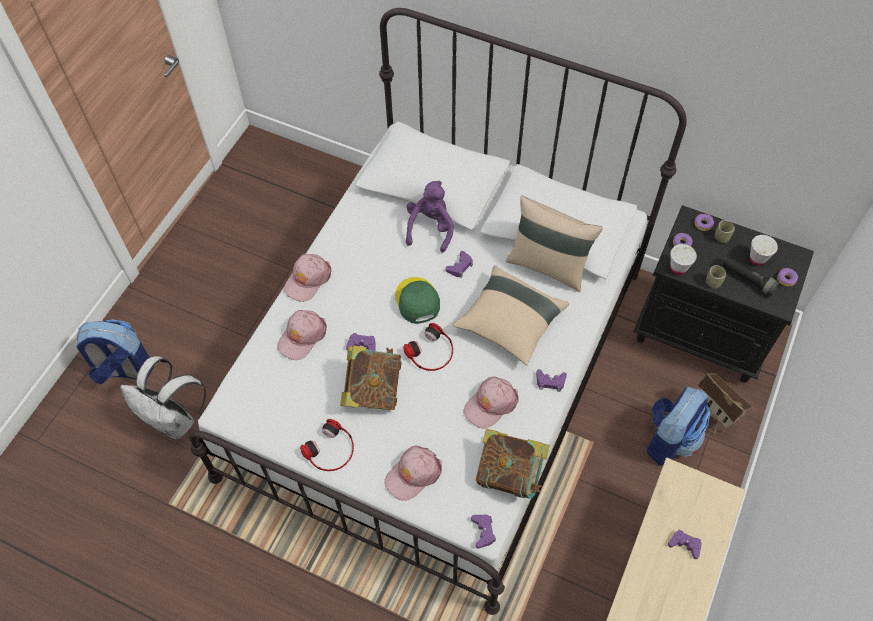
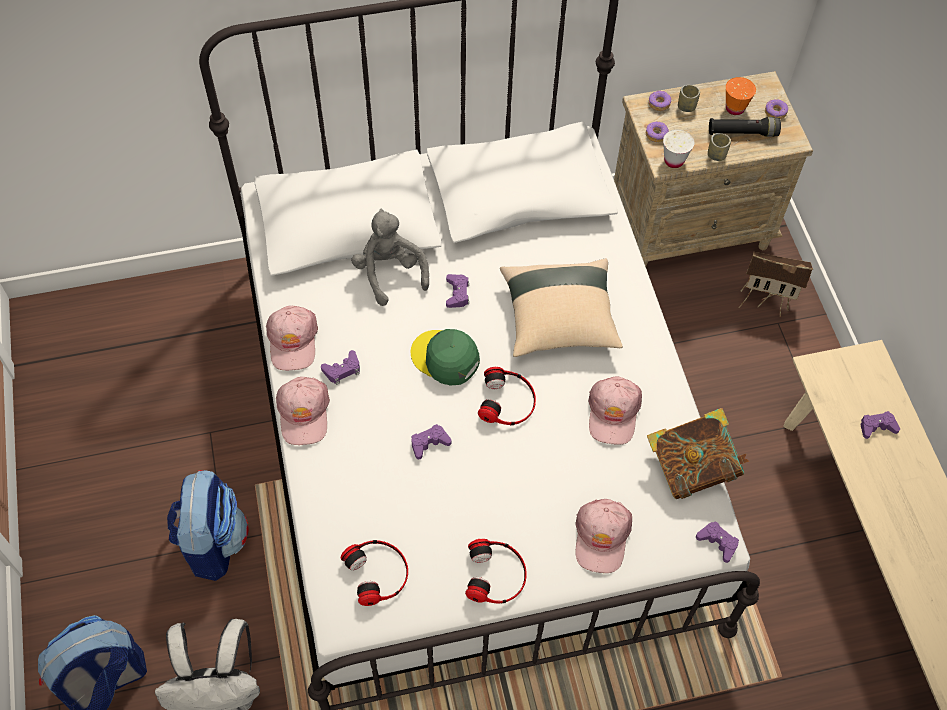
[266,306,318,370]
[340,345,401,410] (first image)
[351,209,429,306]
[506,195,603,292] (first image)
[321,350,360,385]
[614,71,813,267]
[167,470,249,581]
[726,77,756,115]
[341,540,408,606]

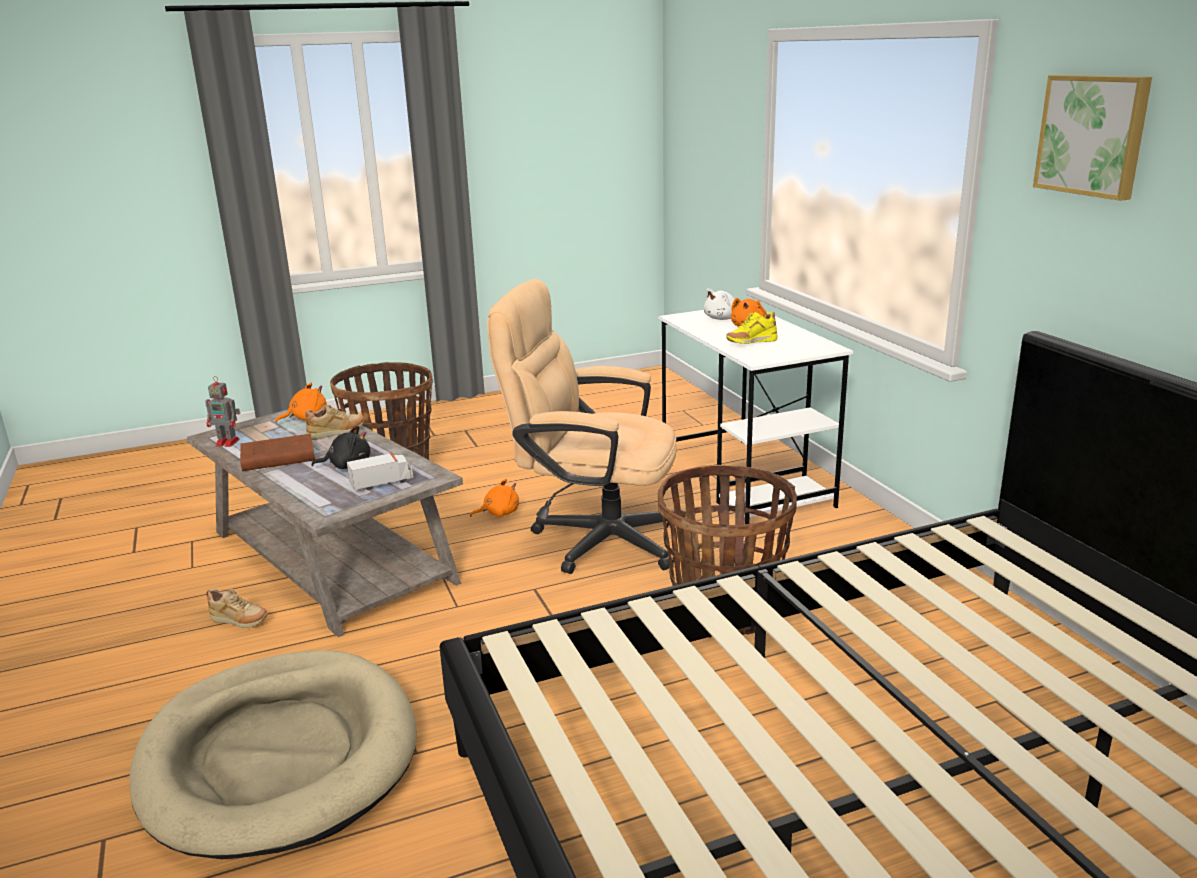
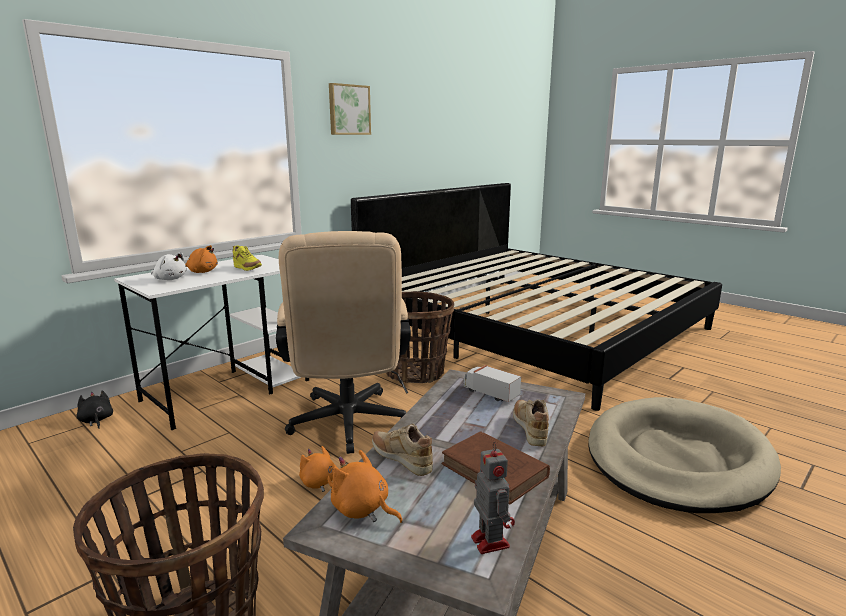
[513,399,549,446]
[77,390,113,429]

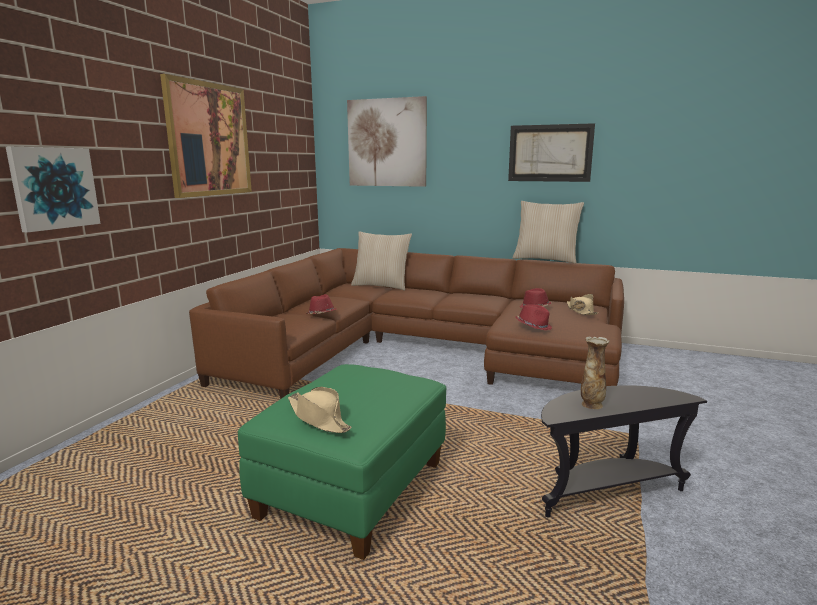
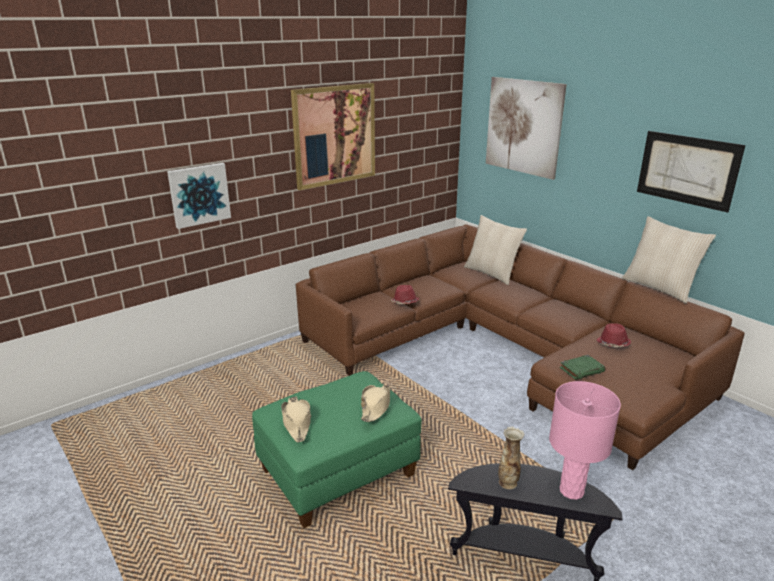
[560,355,606,380]
[361,385,390,422]
[549,381,621,500]

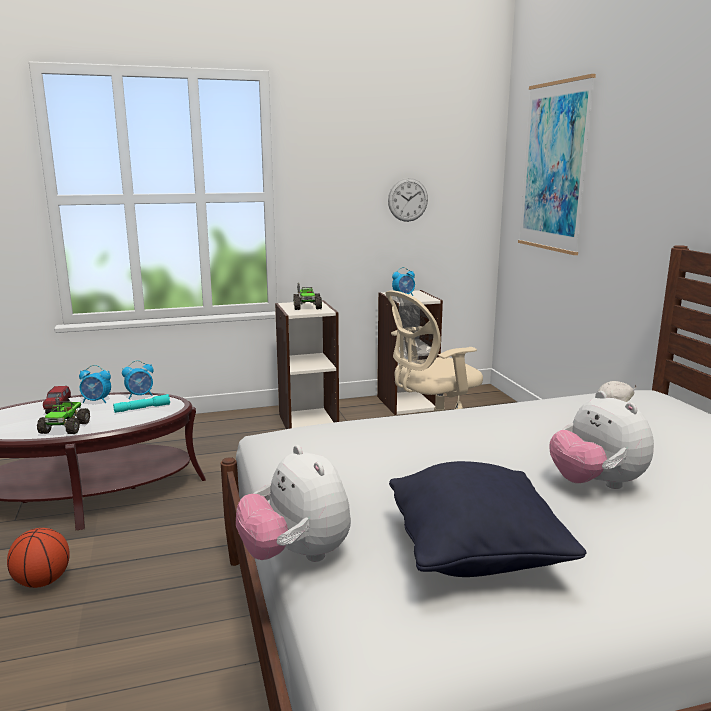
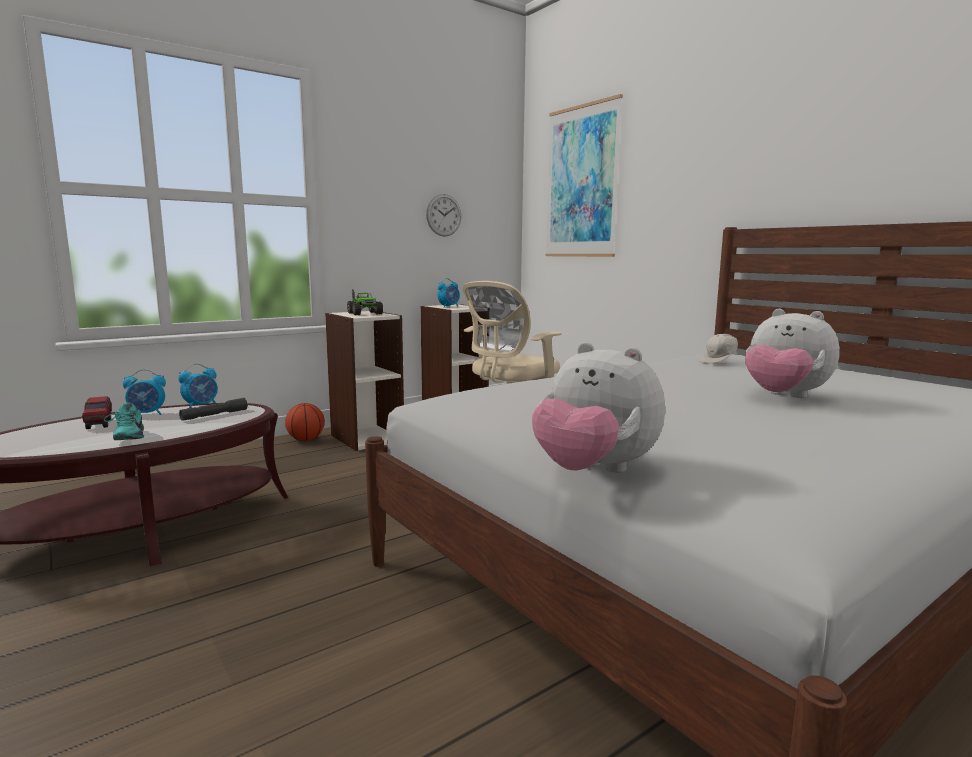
[285,403,325,441]
[104,403,144,440]
[179,398,248,421]
[389,461,586,577] (first image)

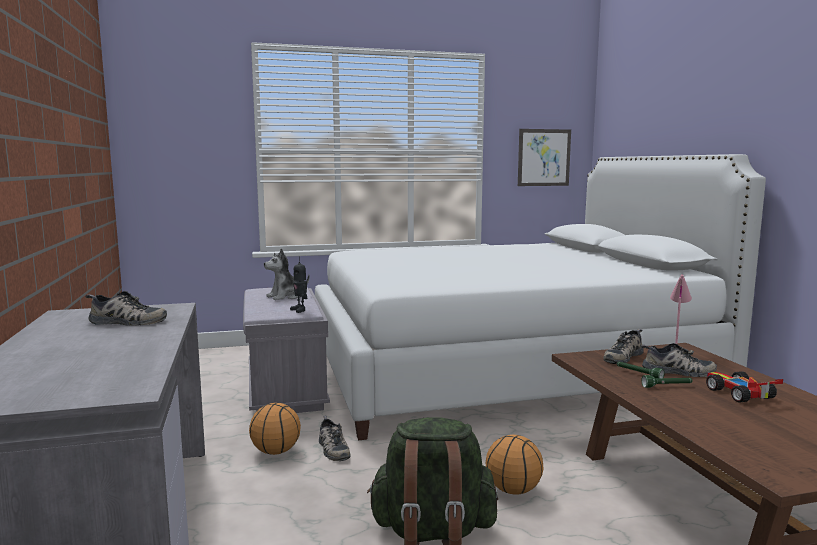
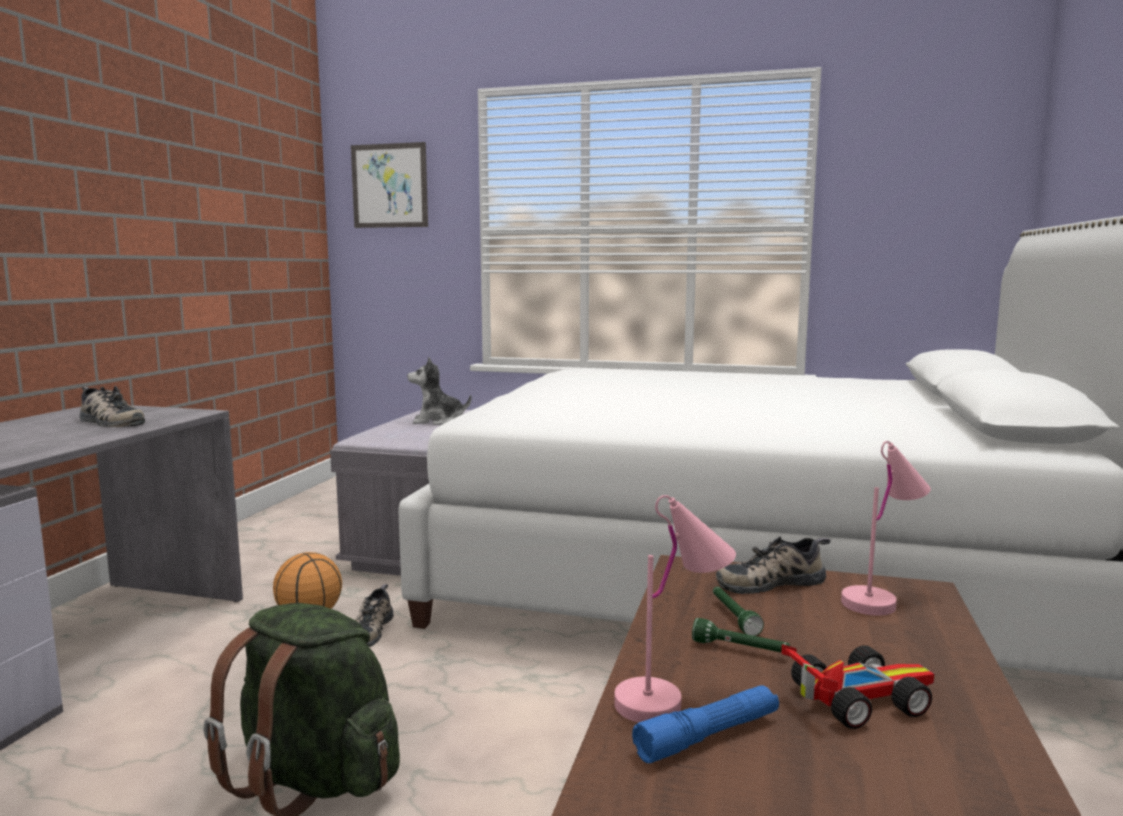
[290,260,307,313] (first image)
[486,435,544,495] (first image)
[351,142,428,228]
[641,343,717,377] (first image)
[781,644,934,729]
[614,495,736,723]
[632,685,779,763]

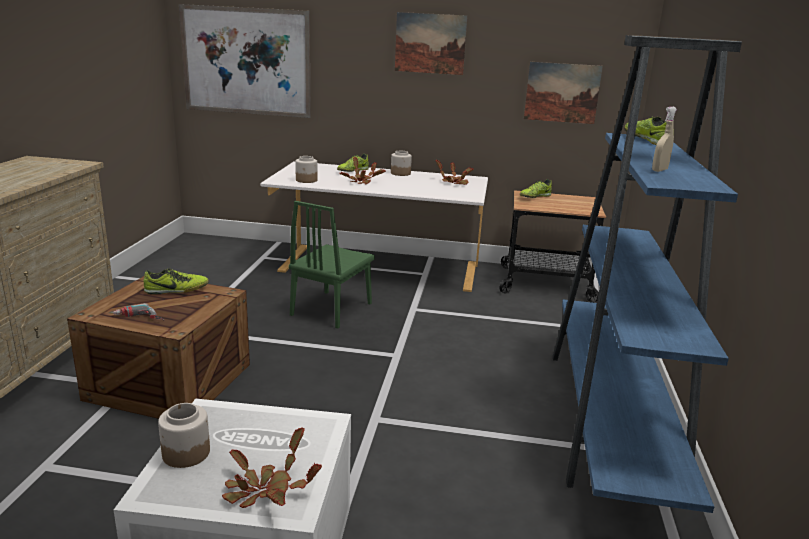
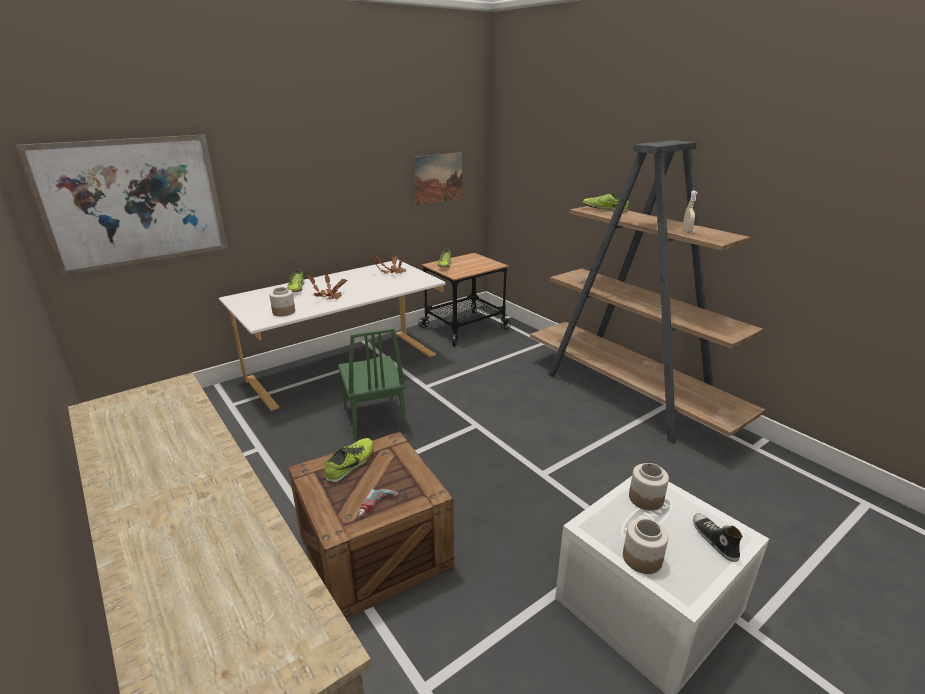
[693,513,743,562]
[629,463,669,511]
[395,12,468,75] (first image)
[530,140,765,444]

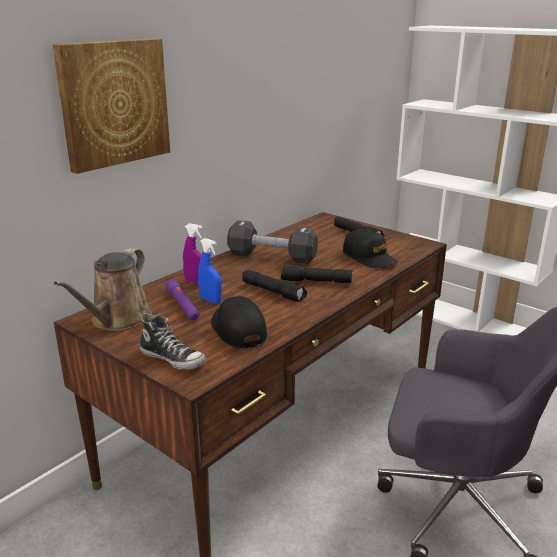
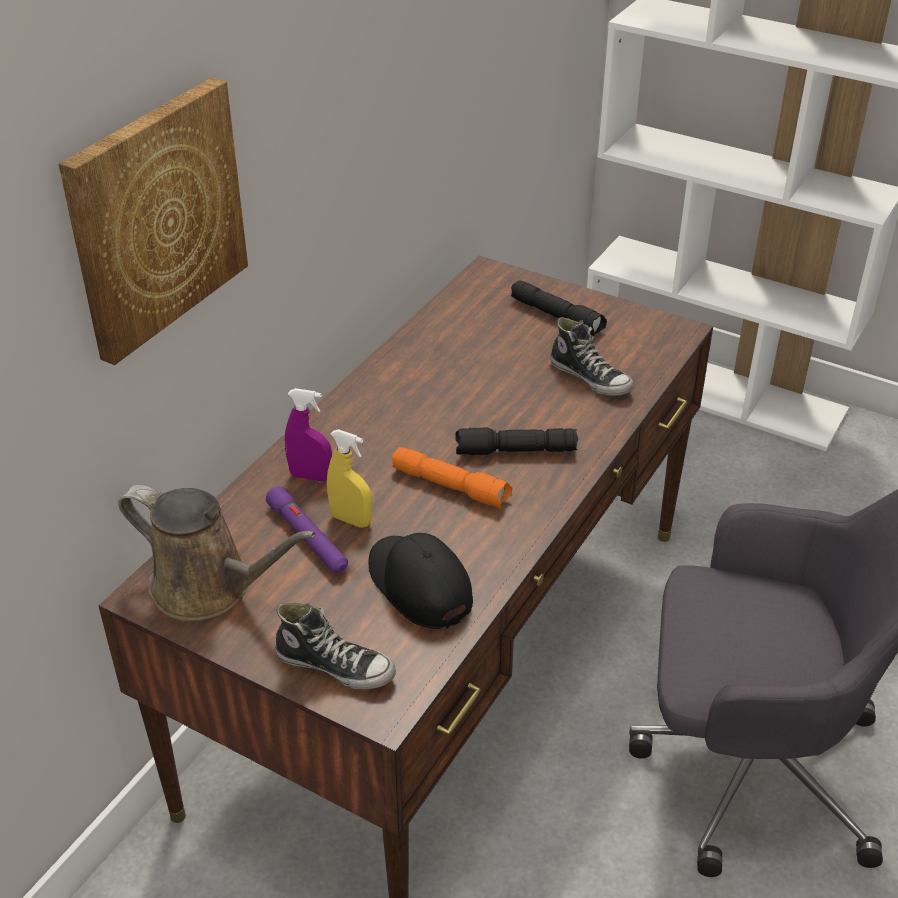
[118,485,316,621]
[327,429,372,528]
[227,220,318,264] (first image)
[392,447,512,509]
[550,317,634,396]

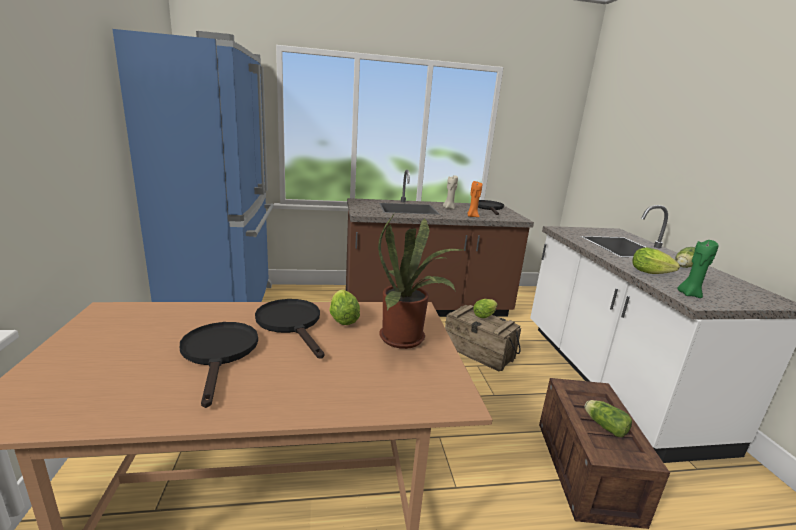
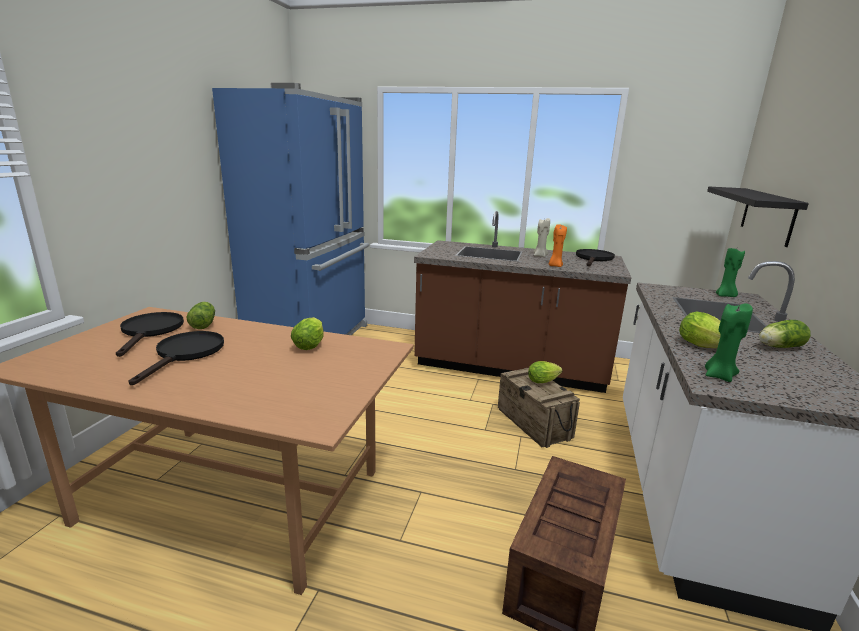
[116,312,184,357]
[378,213,463,349] (first image)
[186,302,215,329]
[707,187,809,247]
[716,246,745,297]

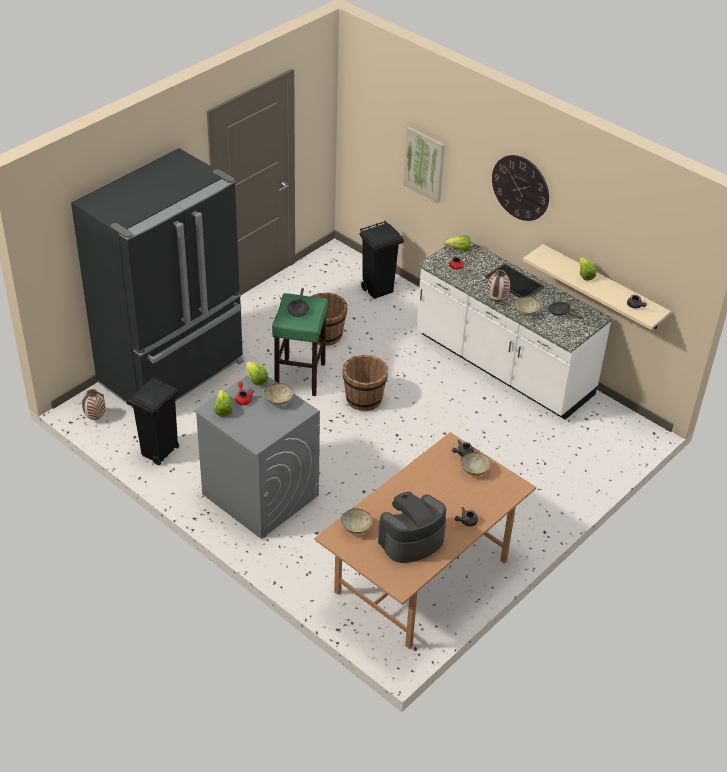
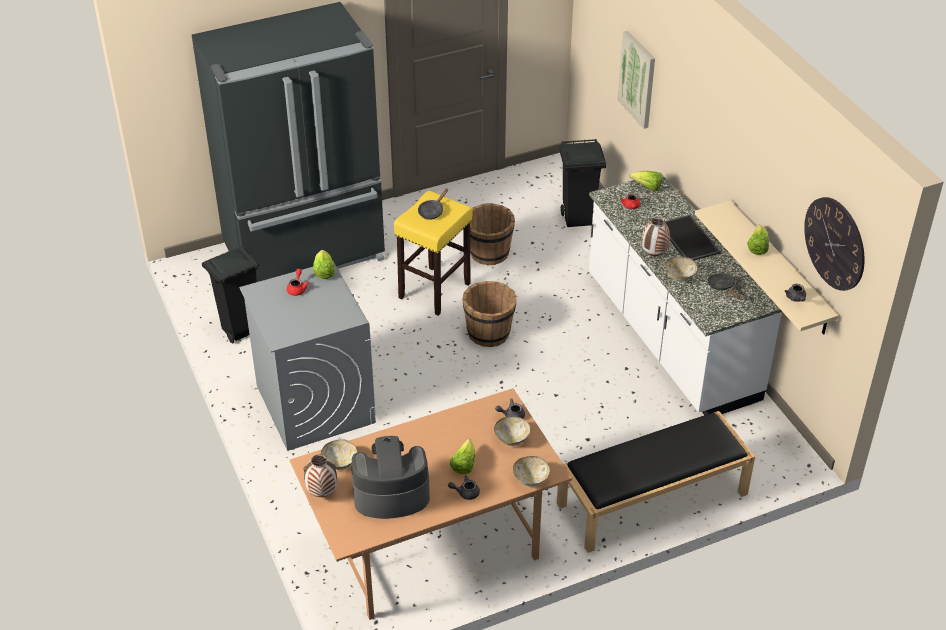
[303,455,337,497]
[450,439,475,474]
[513,456,550,487]
[394,191,473,316]
[804,197,865,291]
[557,411,755,553]

